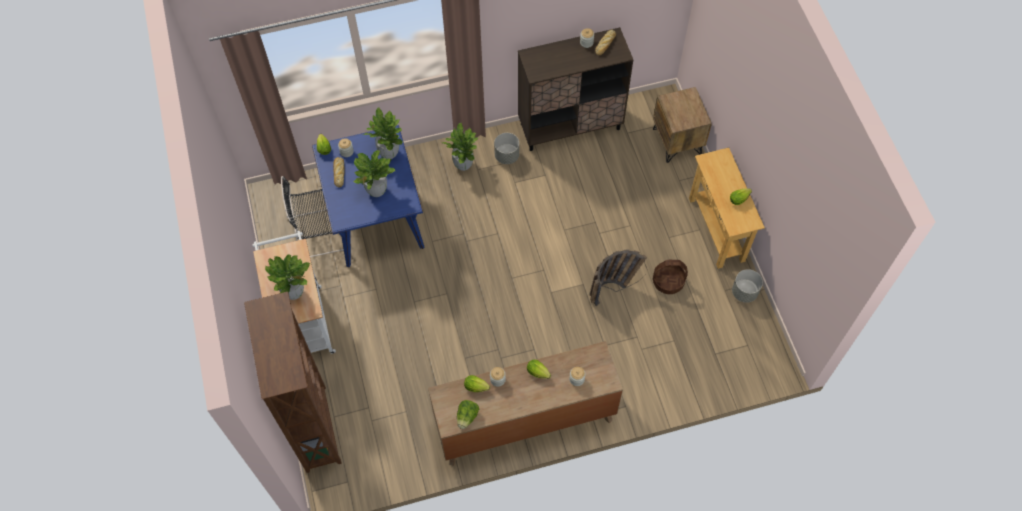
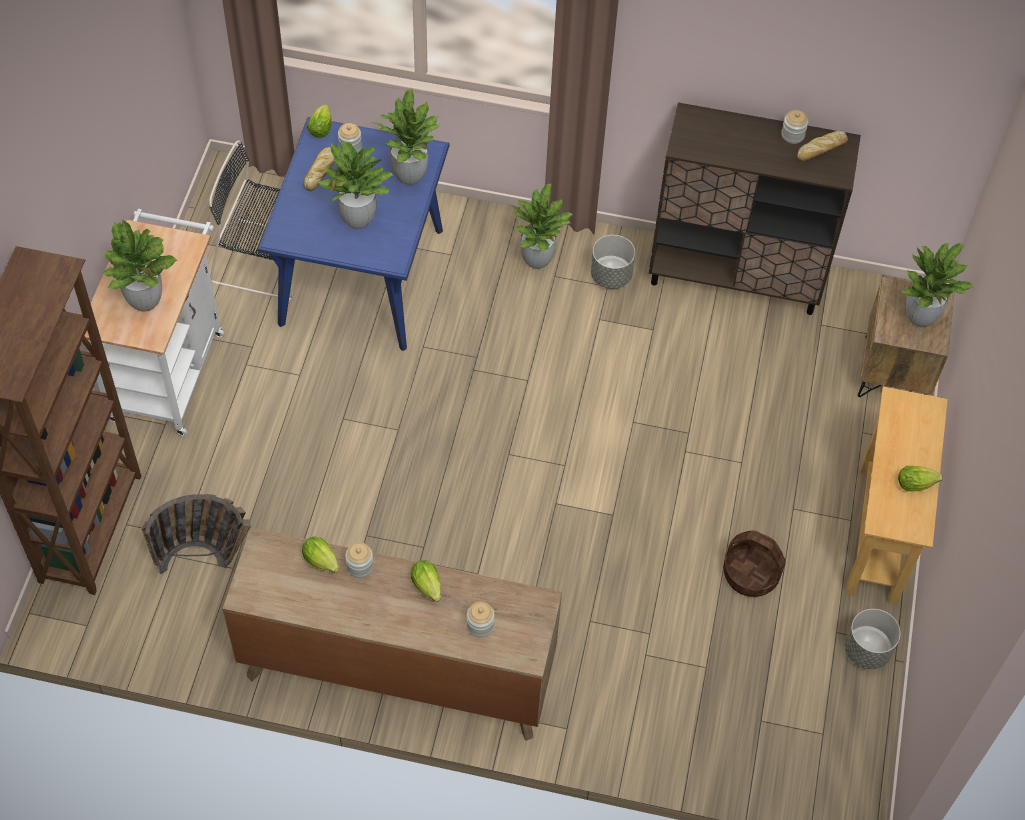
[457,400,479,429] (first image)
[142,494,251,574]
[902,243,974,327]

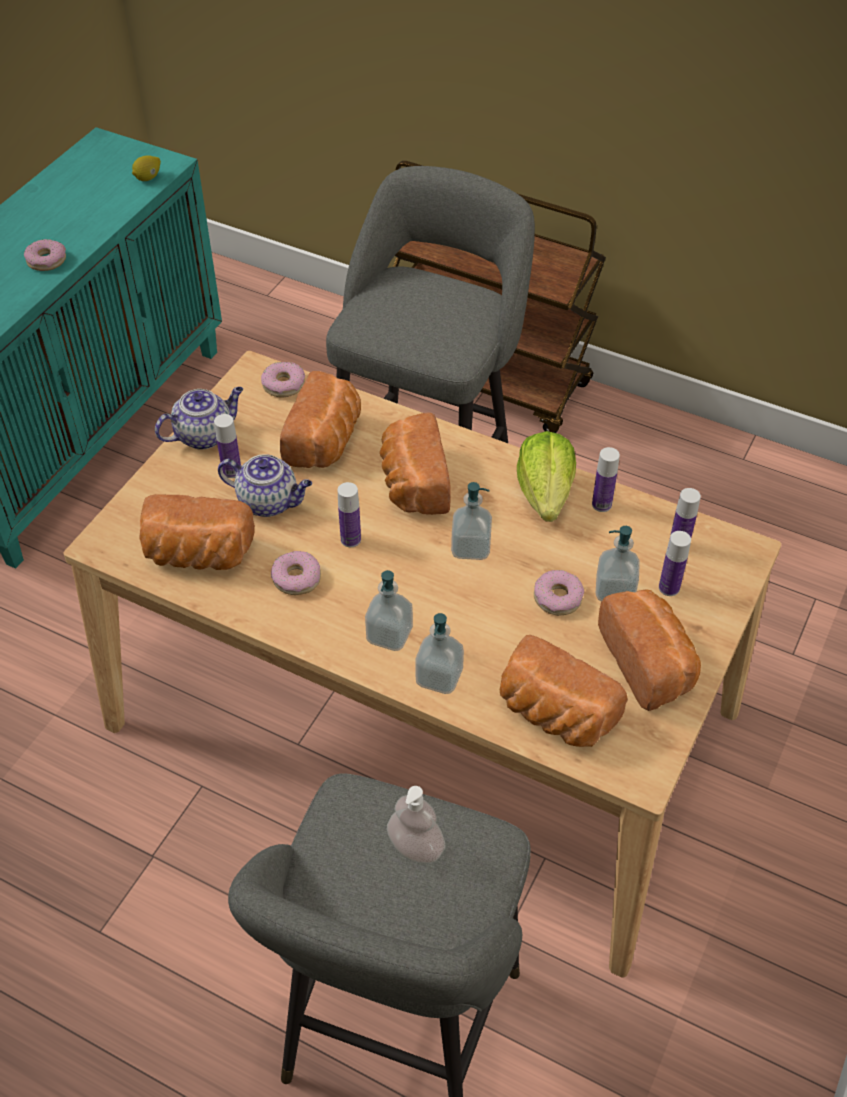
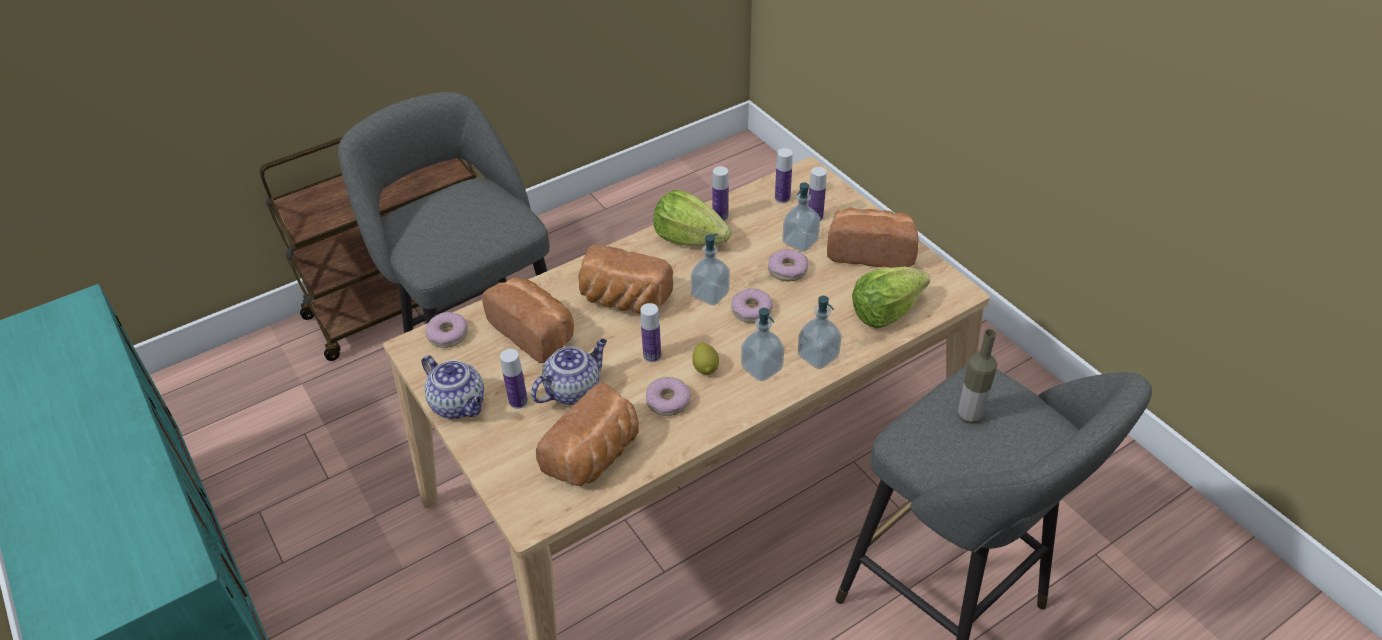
[731,288,773,323]
[692,342,719,375]
[421,355,484,419]
[958,329,997,424]
[852,266,930,328]

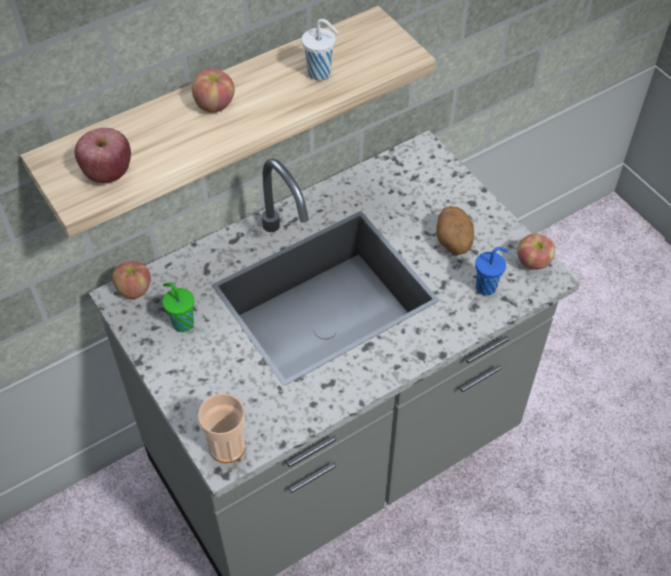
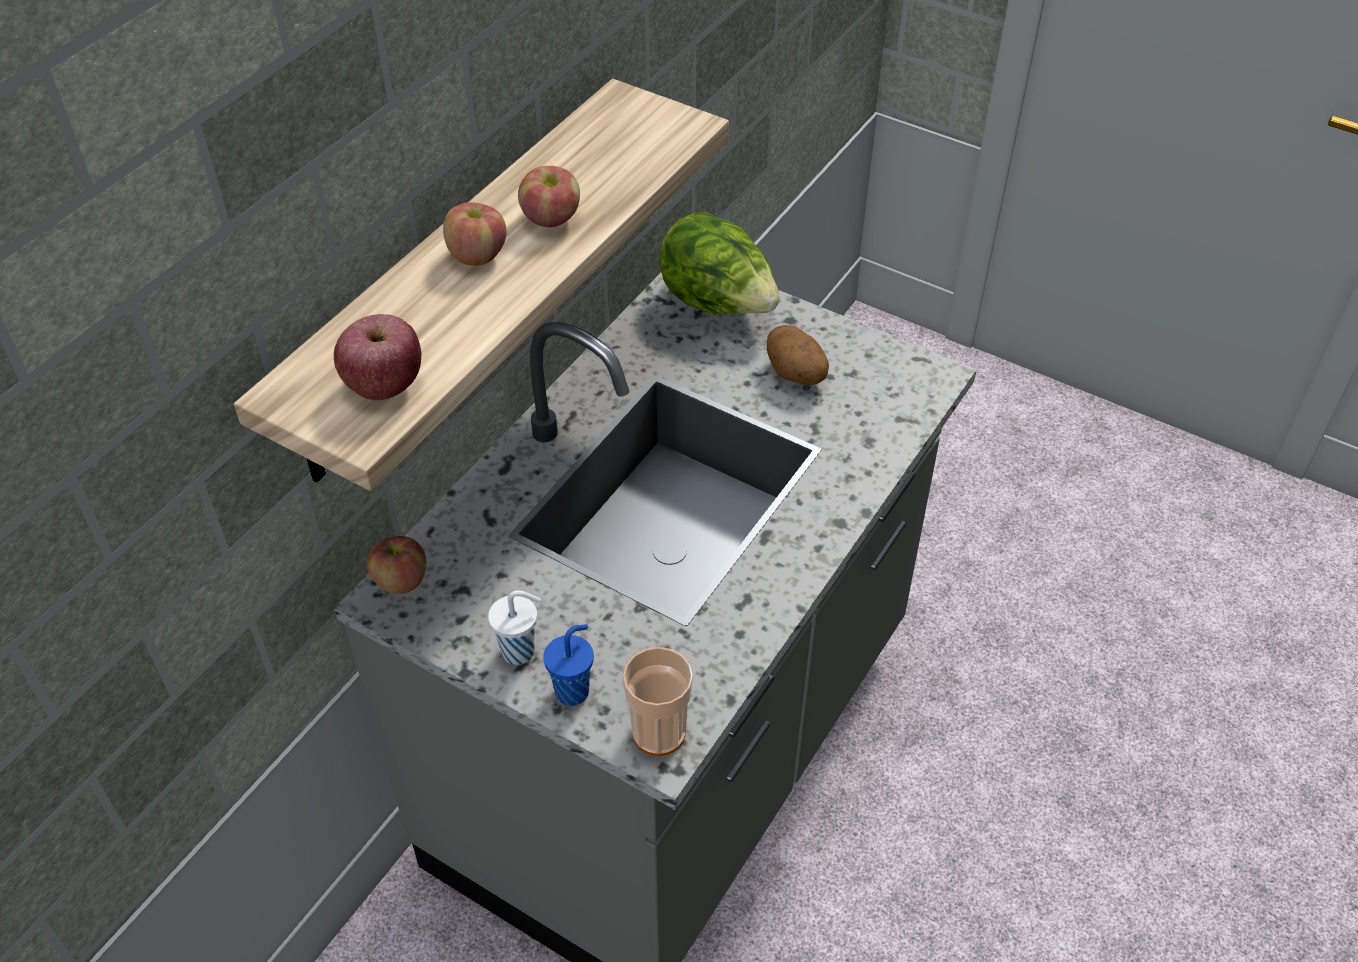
[163,283,194,332] (first image)
[488,590,541,665]
[543,625,594,706]
[518,166,580,227]
[658,212,780,314]

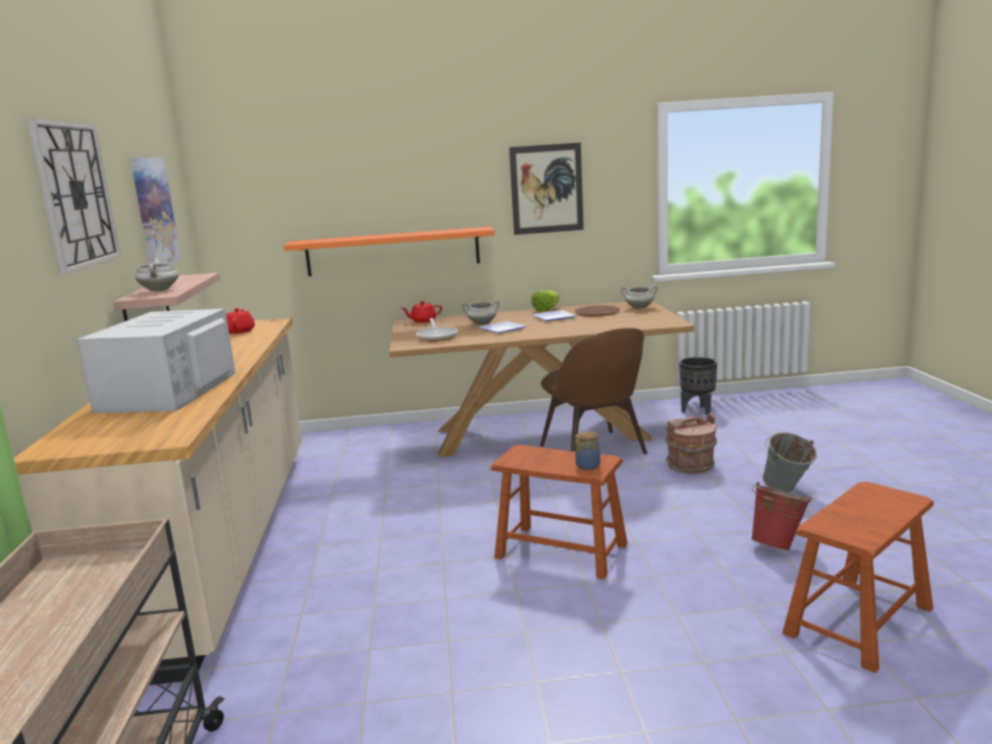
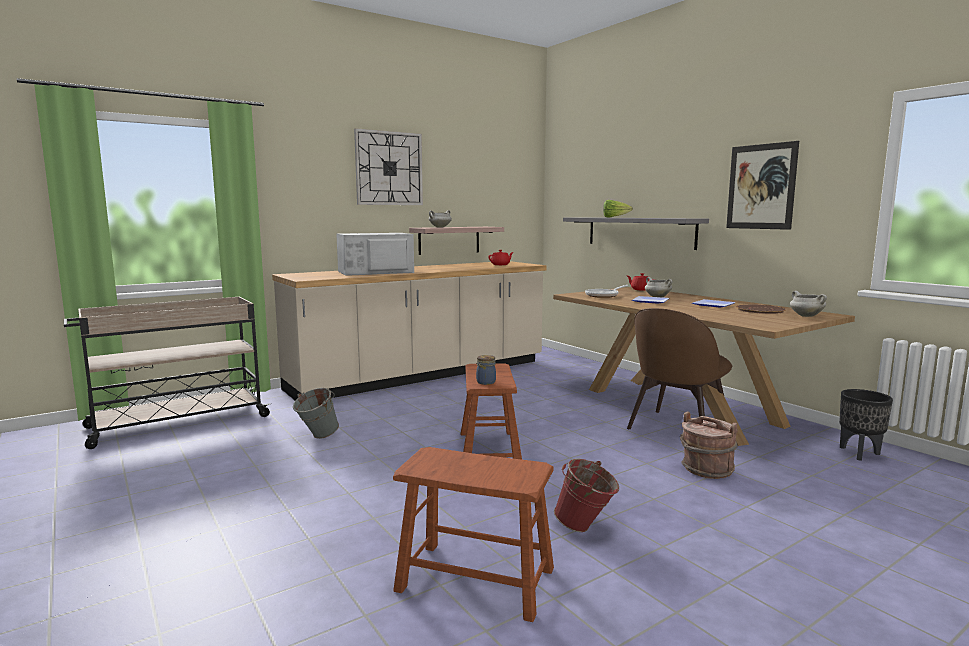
[130,158,181,264] (first image)
[563,217,709,250]
[603,200,633,218]
[293,388,339,439]

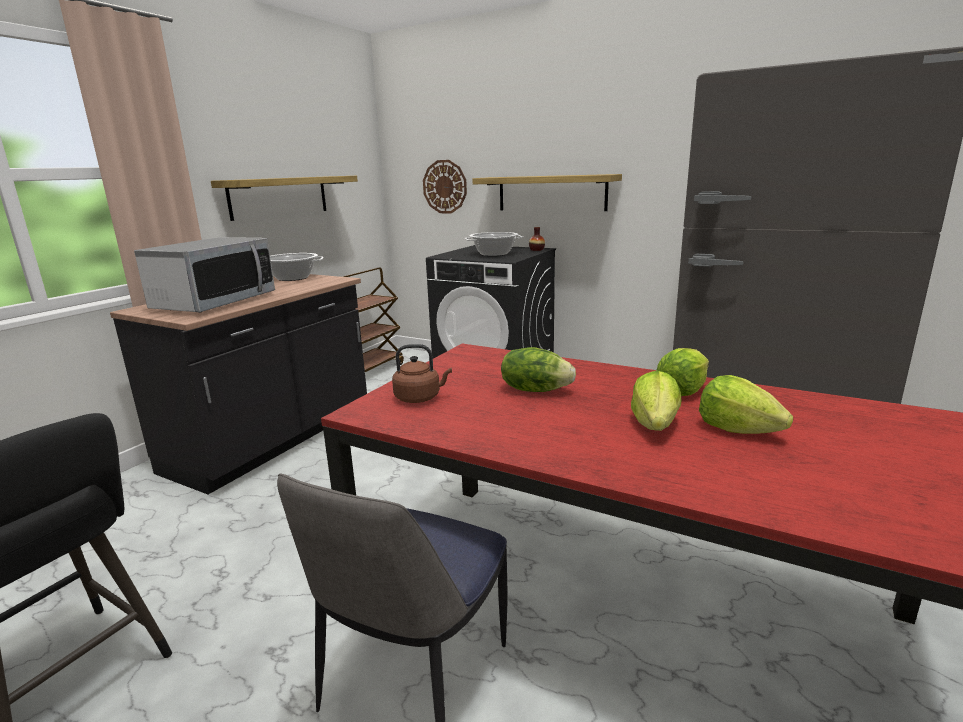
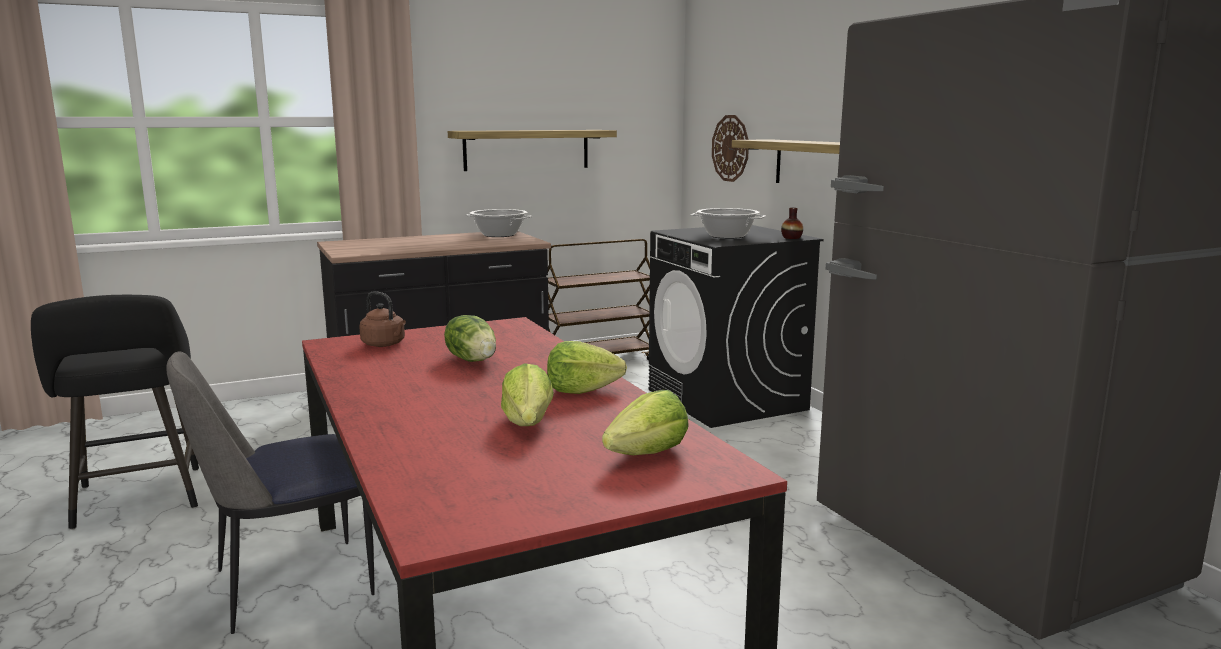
[134,237,275,313] (first image)
[602,390,689,455]

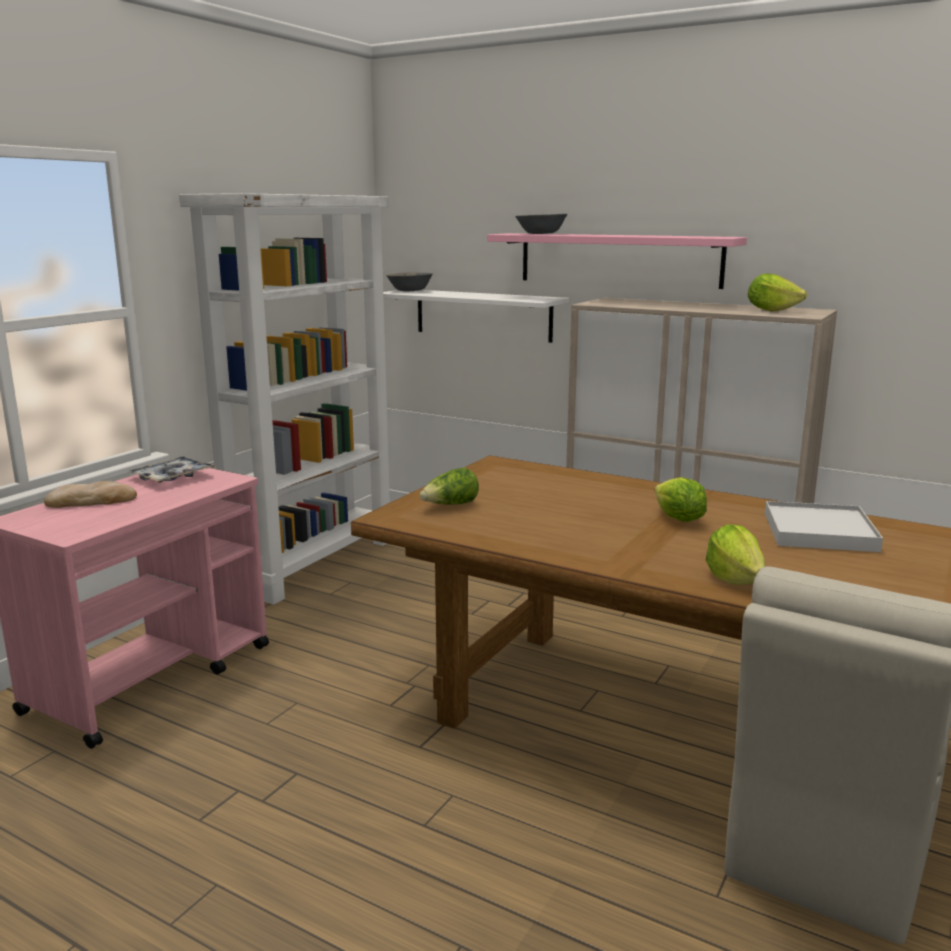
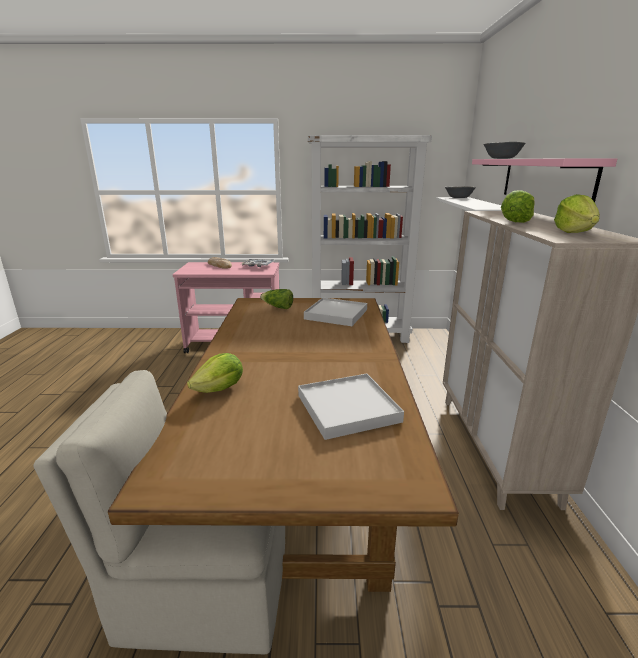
[501,190,535,223]
[304,298,367,326]

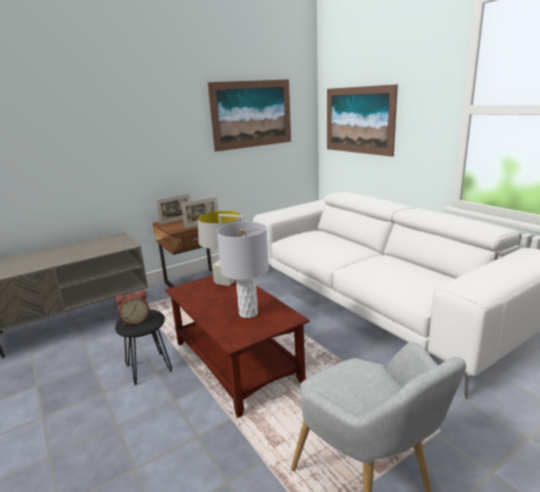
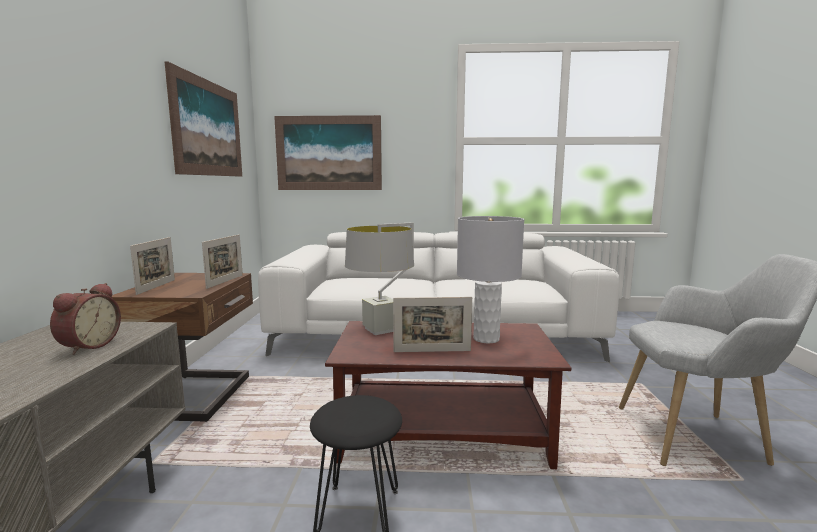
[50,283,121,355]
[393,297,472,352]

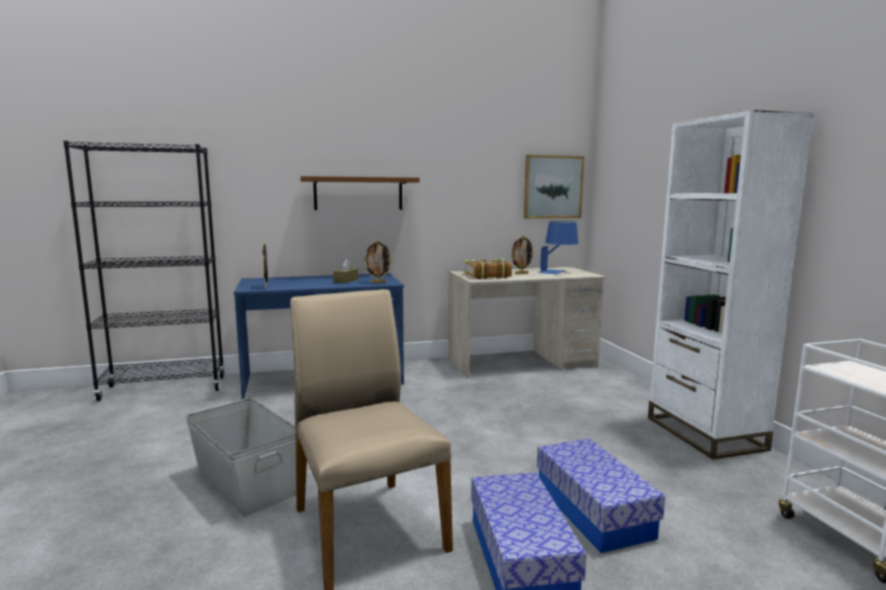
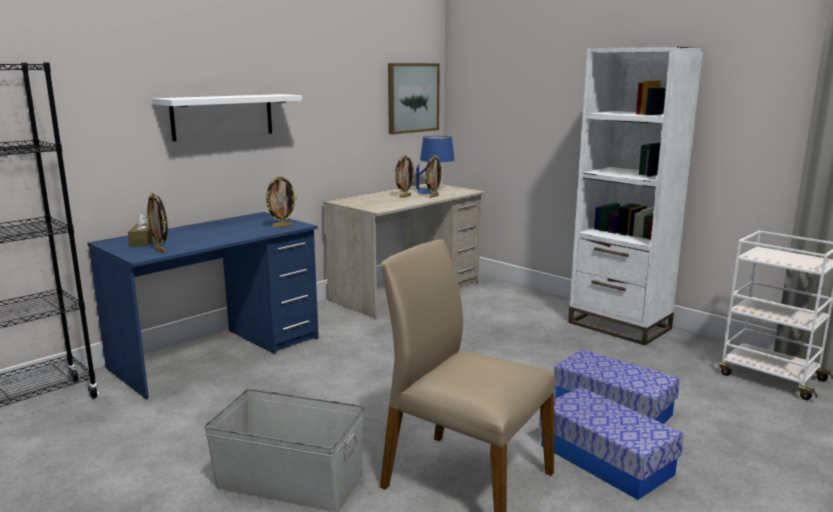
[153,94,302,141]
[128,213,153,247]
[464,259,512,279] (first image)
[426,155,443,198]

